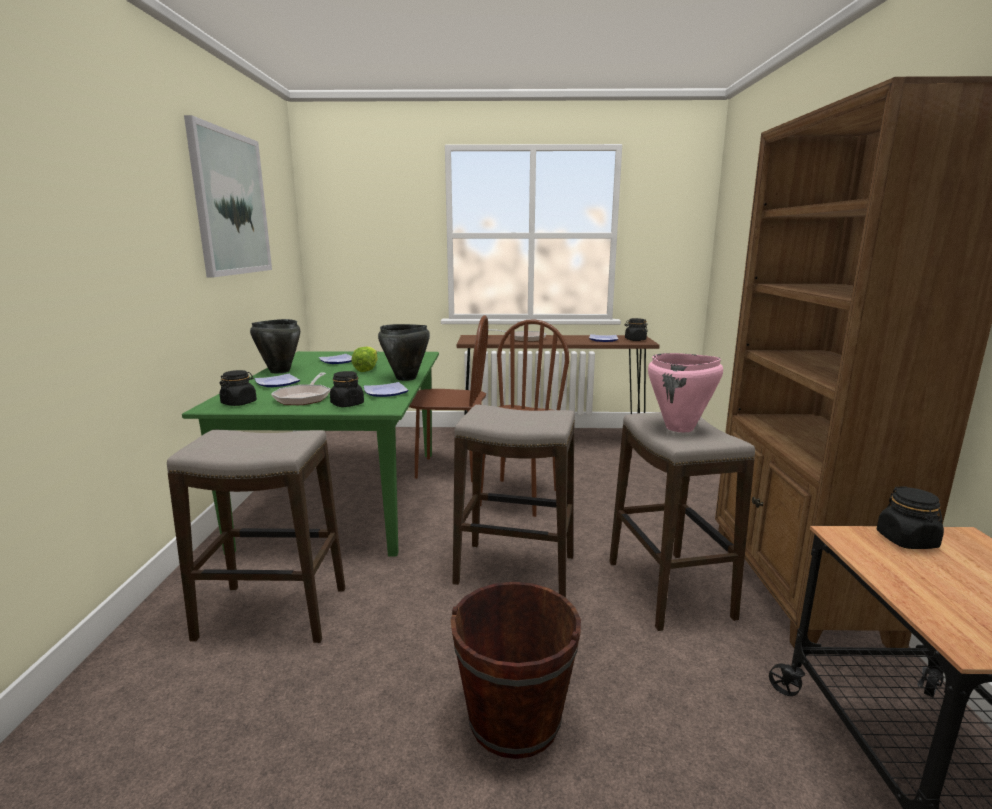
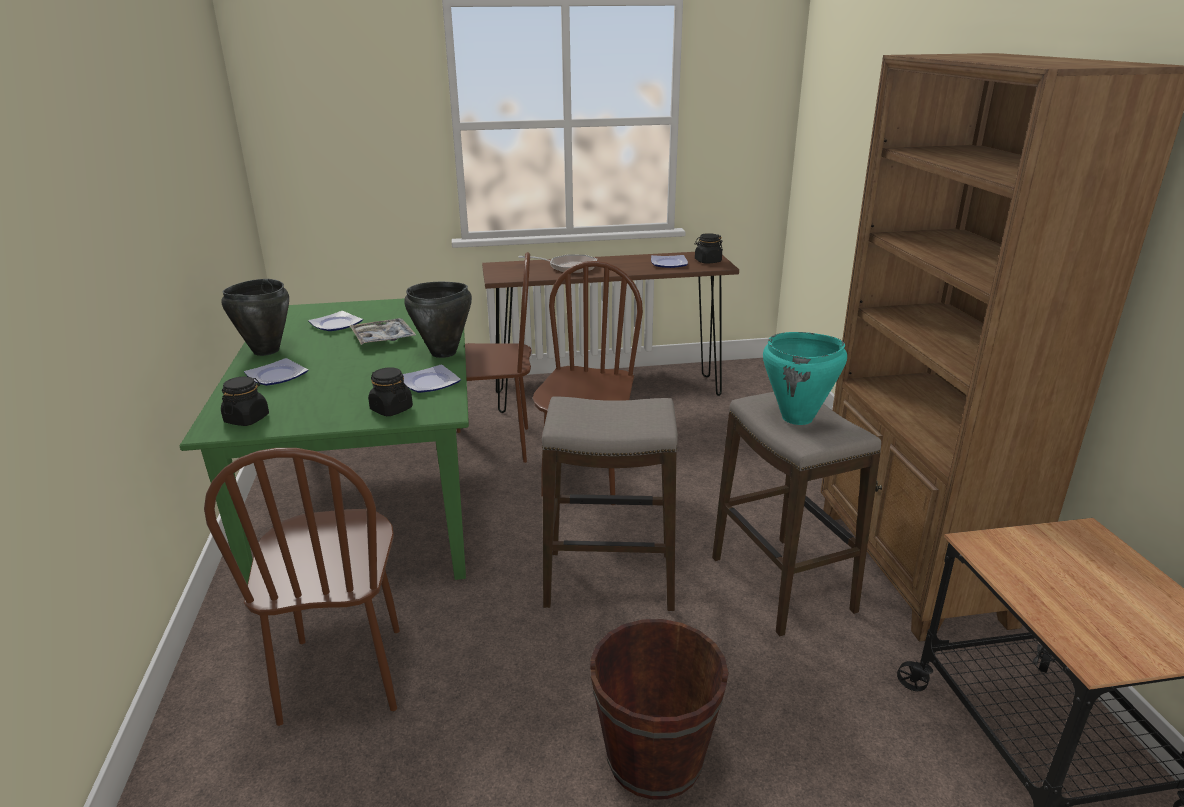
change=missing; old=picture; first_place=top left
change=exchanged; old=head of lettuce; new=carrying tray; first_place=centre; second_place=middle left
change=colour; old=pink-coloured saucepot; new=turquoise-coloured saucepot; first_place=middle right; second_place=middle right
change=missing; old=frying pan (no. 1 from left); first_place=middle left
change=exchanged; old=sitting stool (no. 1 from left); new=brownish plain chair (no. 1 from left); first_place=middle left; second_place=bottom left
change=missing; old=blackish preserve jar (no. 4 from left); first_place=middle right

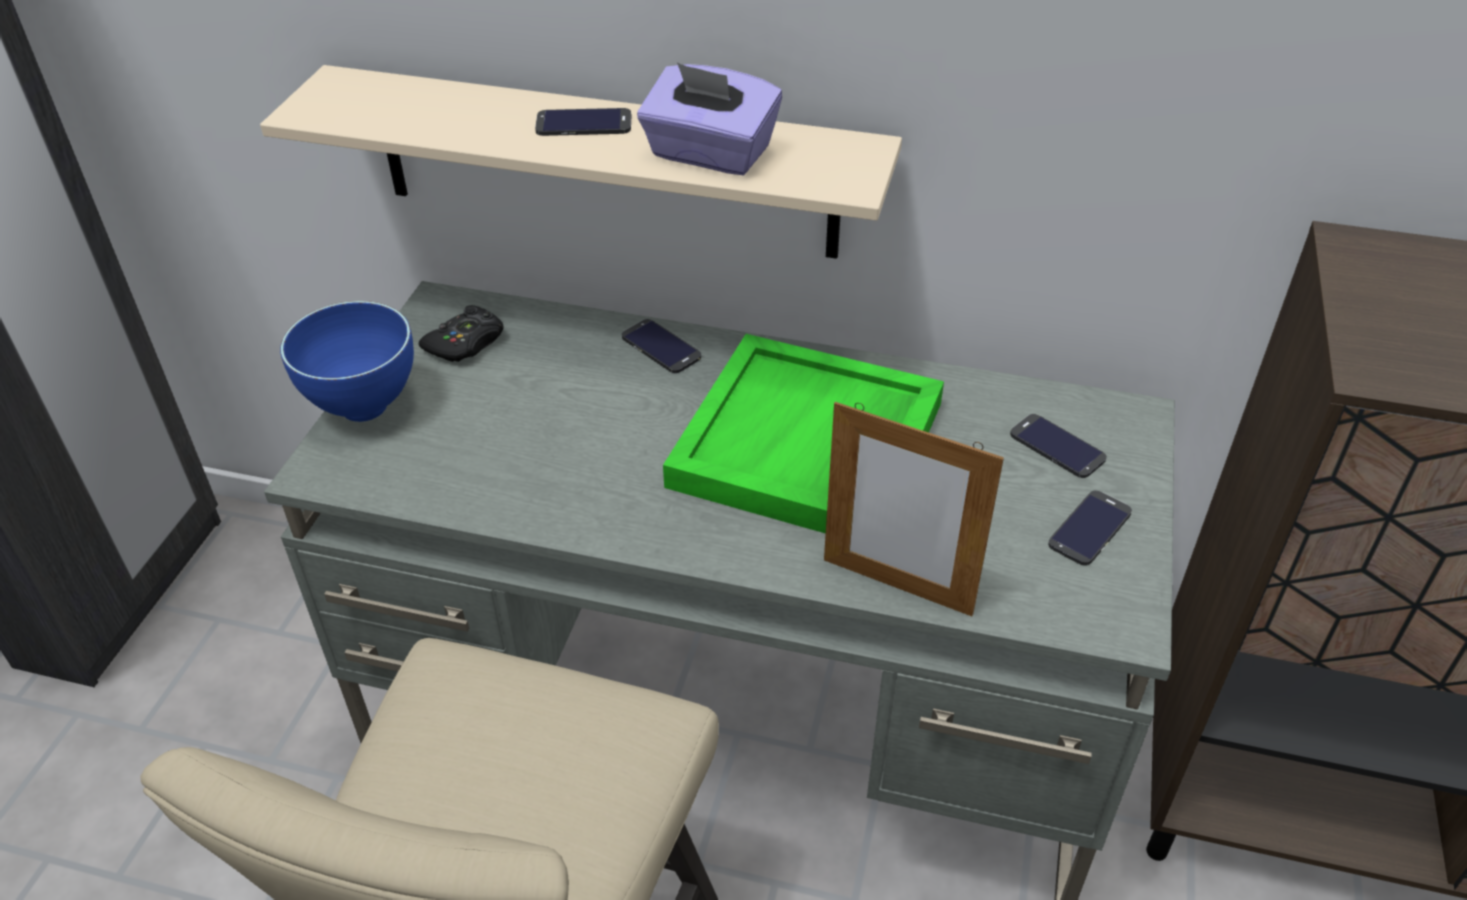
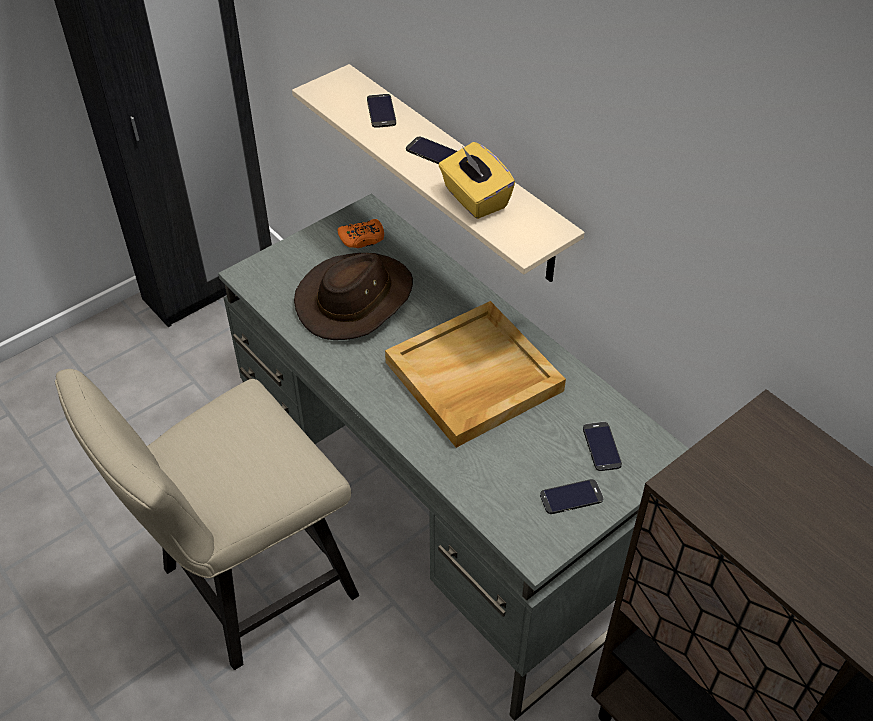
change=colour; old=purplish tissue box; new=yellowish tissue box; first_place=top centre; second_place=top centre
change=missing; old=blue bowl; first_place=middle left
change=colour; old=blackish joypad; new=orange-coloured joypad; first_place=middle left; second_place=top centre
change=relocated; old=phone (no. 2 from left in the first image); new=phone (no. 1 from left); first_place=centre; second_place=top centre
change=colour; old=greenish carrying tray; new=beige-coloured carrying tray; first_place=centre; second_place=centre
change=missing; old=photo frame; first_place=centre
change=appeared; new=brownish hat; second_place=centre

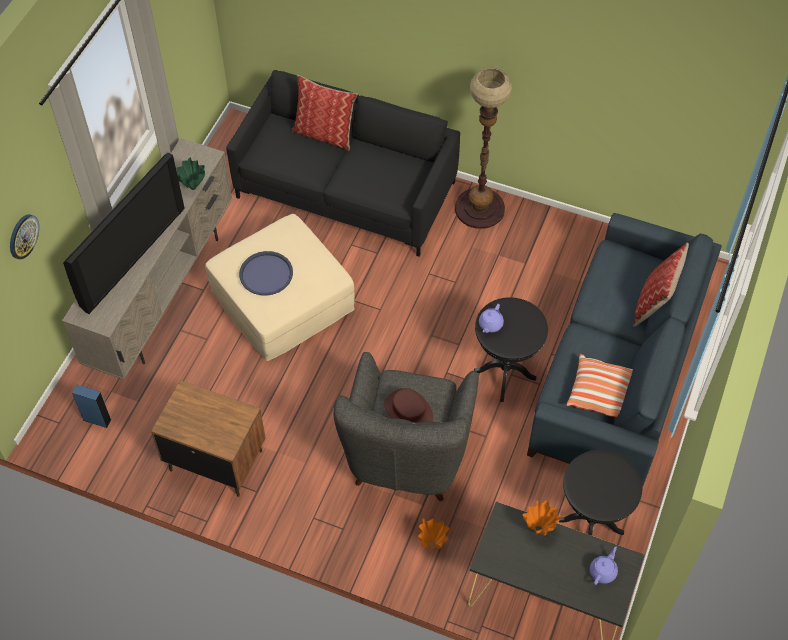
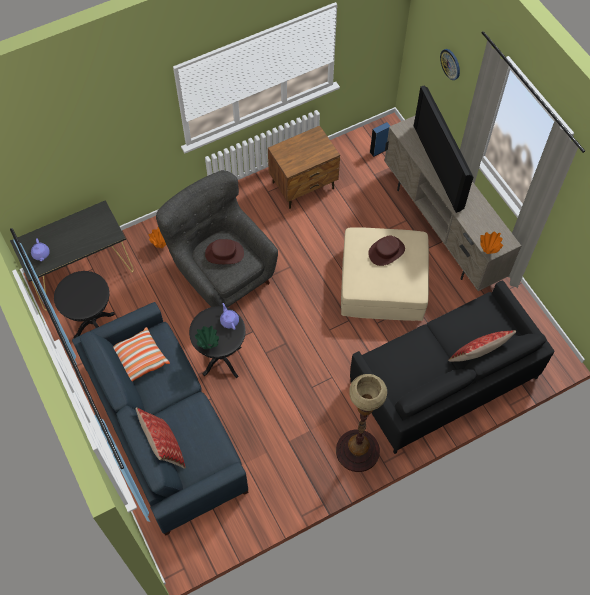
change=relocated; old=greenish flower vase; first_place=top left; second_place=centre
change=exchanged; old=blue carrying tray; new=brownish hat (no. 2 from left); first_place=centre; second_place=centre
change=relocated; old=orange-coloured flower vase (no. 2 from left); first_place=bottom right; second_place=middle right

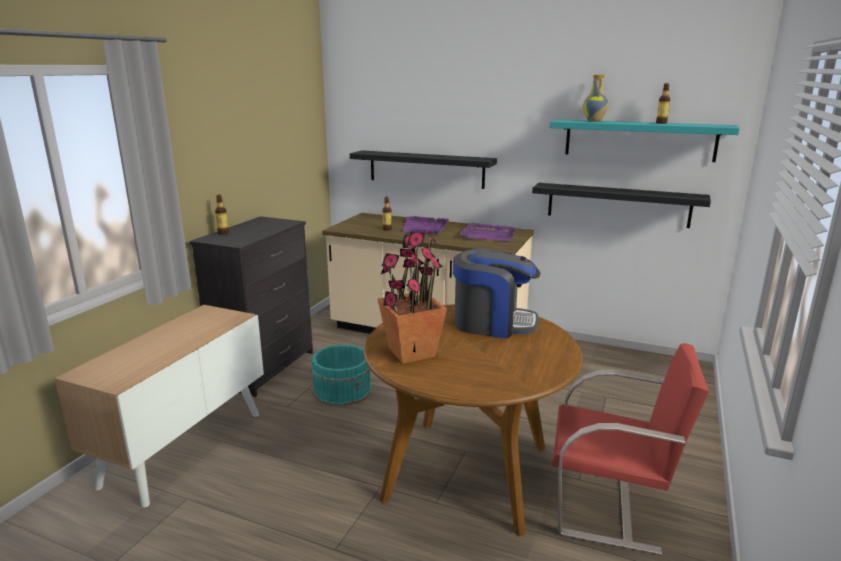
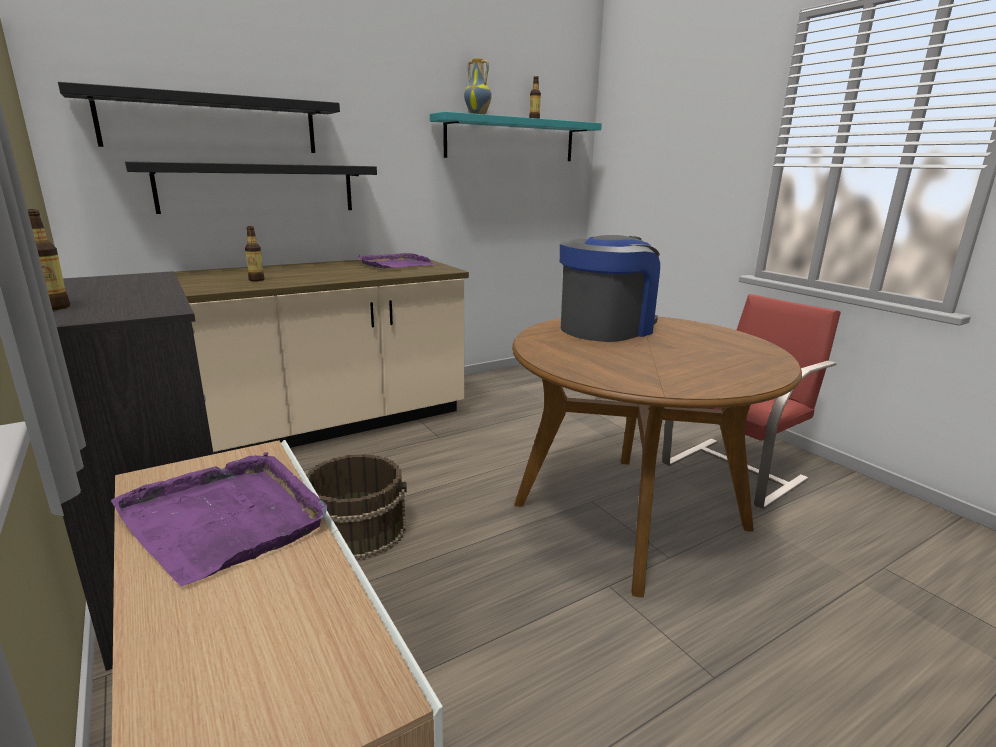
change=relocated; old=blackish wall shelf (no. 2 from left in the first image); new=blackish wall shelf (no. 1 from left); first_place=middle right; second_place=top left
change=relocated; old=purplish carrying tray (no. 1 from left); first_place=centre; second_place=bottom left
change=missing; old=potted plant; first_place=centre
change=colour; old=turquoise-coloured bucket; new=brownish bucket; first_place=bottom centre; second_place=bottom centre

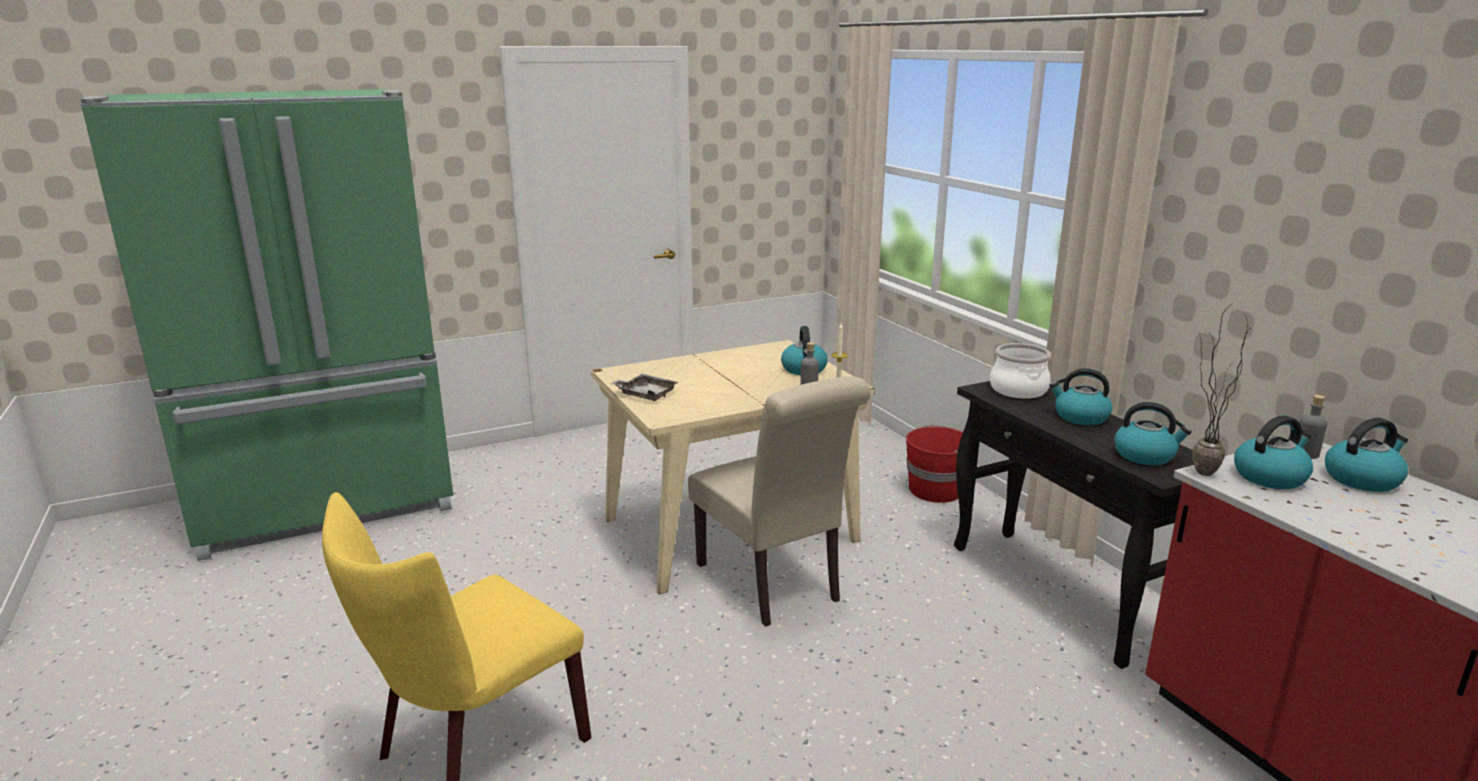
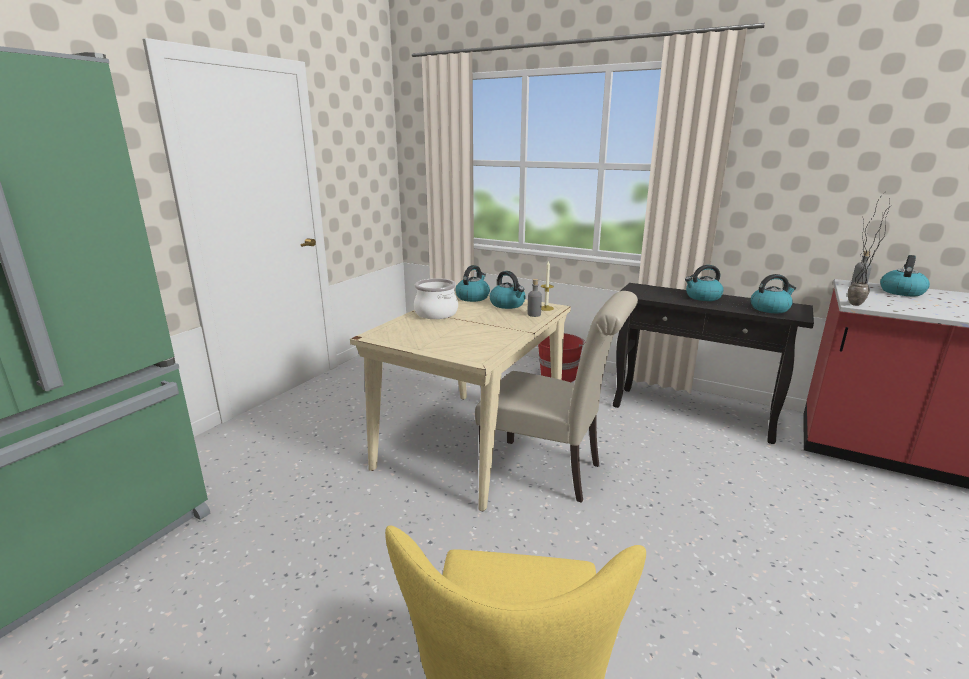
change=relocated; old=saucepot; first_place=middle right; second_place=centre
change=missing; old=gray carrying tray; first_place=centre
change=relocated; old=tea kettle (no. 4 from left in the first image); new=tea kettle (no. 1 from left); first_place=middle right; second_place=centre

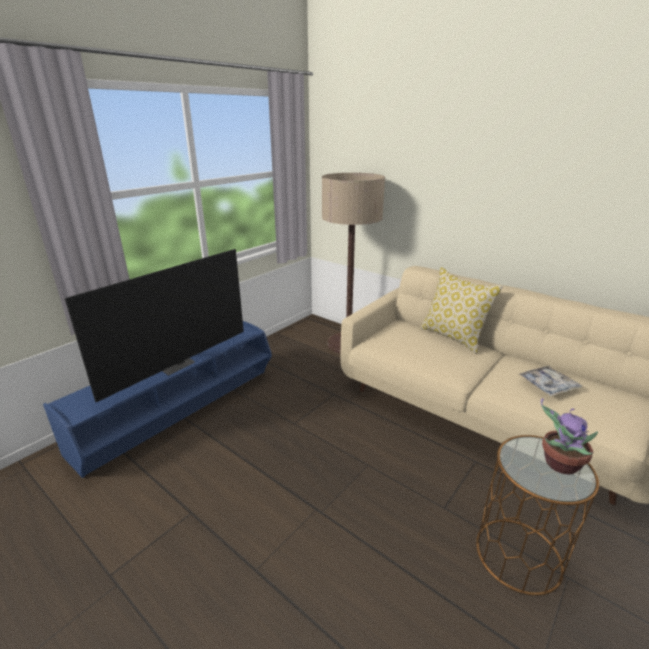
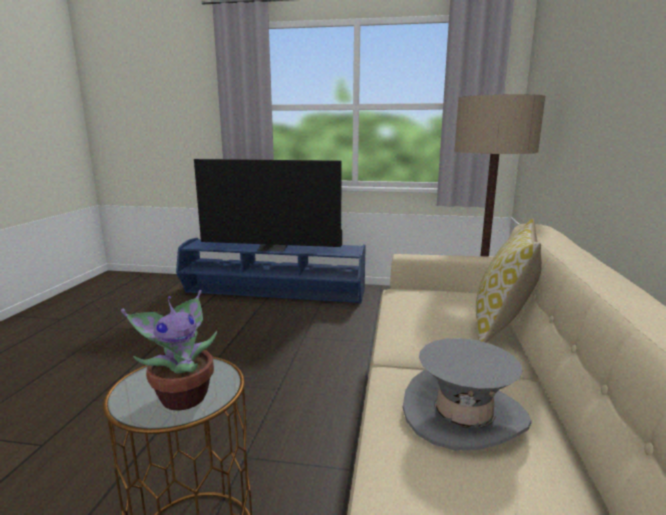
change=exchanged; old=carrying tray; new=gray hat; first_place=middle right; second_place=bottom right

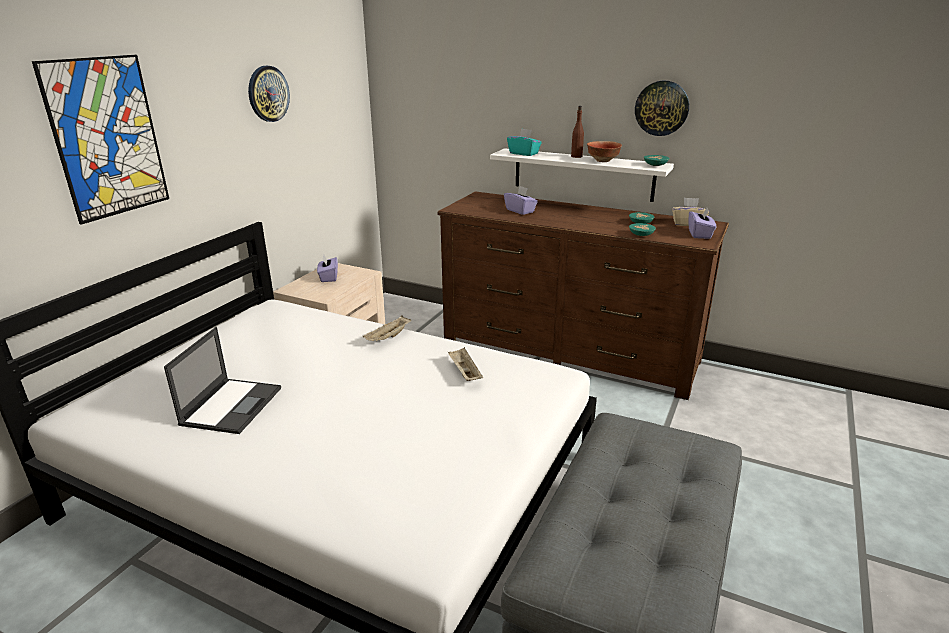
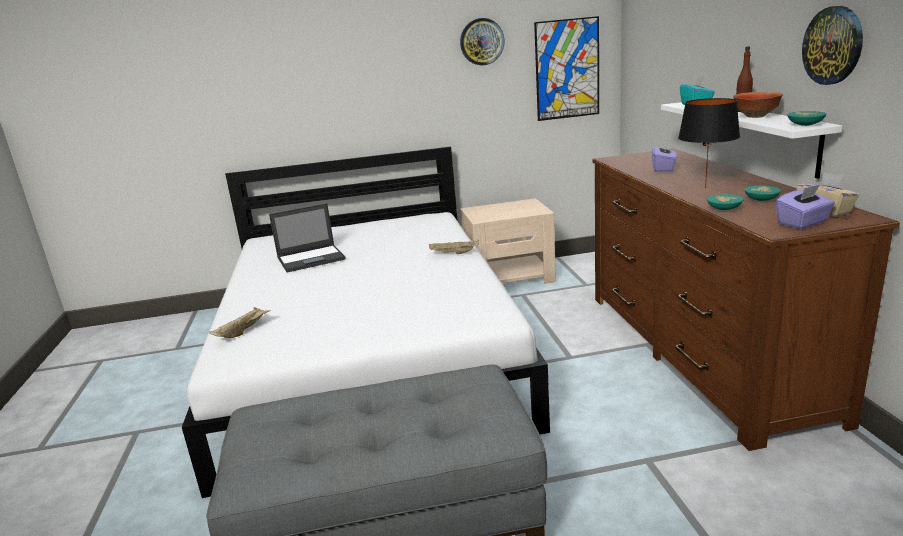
change=relocated; old=picture; first_place=top left; second_place=top centre
change=missing; old=purplish tissue box (no. 1 from left); first_place=centre
change=relocated; old=beige-coloured carrying tray (no. 2 from left in the first image); new=beige-coloured carrying tray (no. 1 from left); first_place=centre; second_place=middle left
change=appeared; new=blackish table lamp; second_place=top right

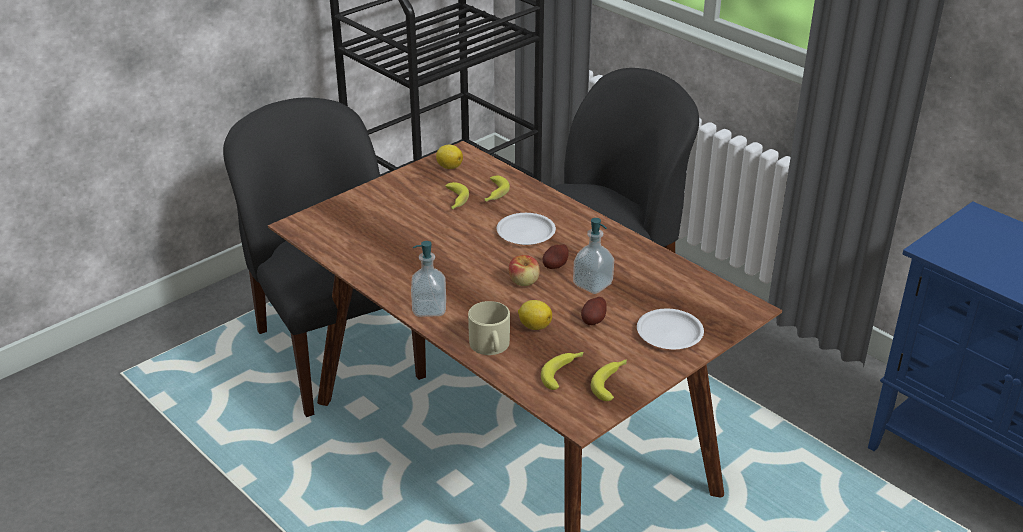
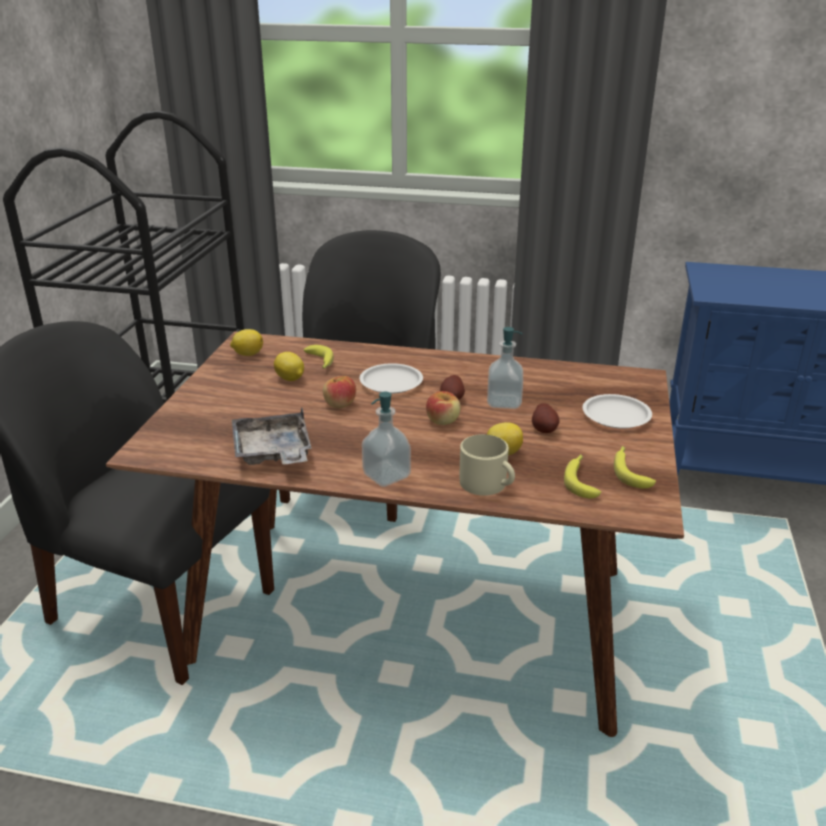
change=exchanged; old=banana (no. 1 from left); new=lemon (no. 2 from left); first_place=centre; second_place=centre
change=appeared; new=whole apple (no. 1 from left); second_place=centre
change=appeared; new=gray carrying tray; second_place=middle left

